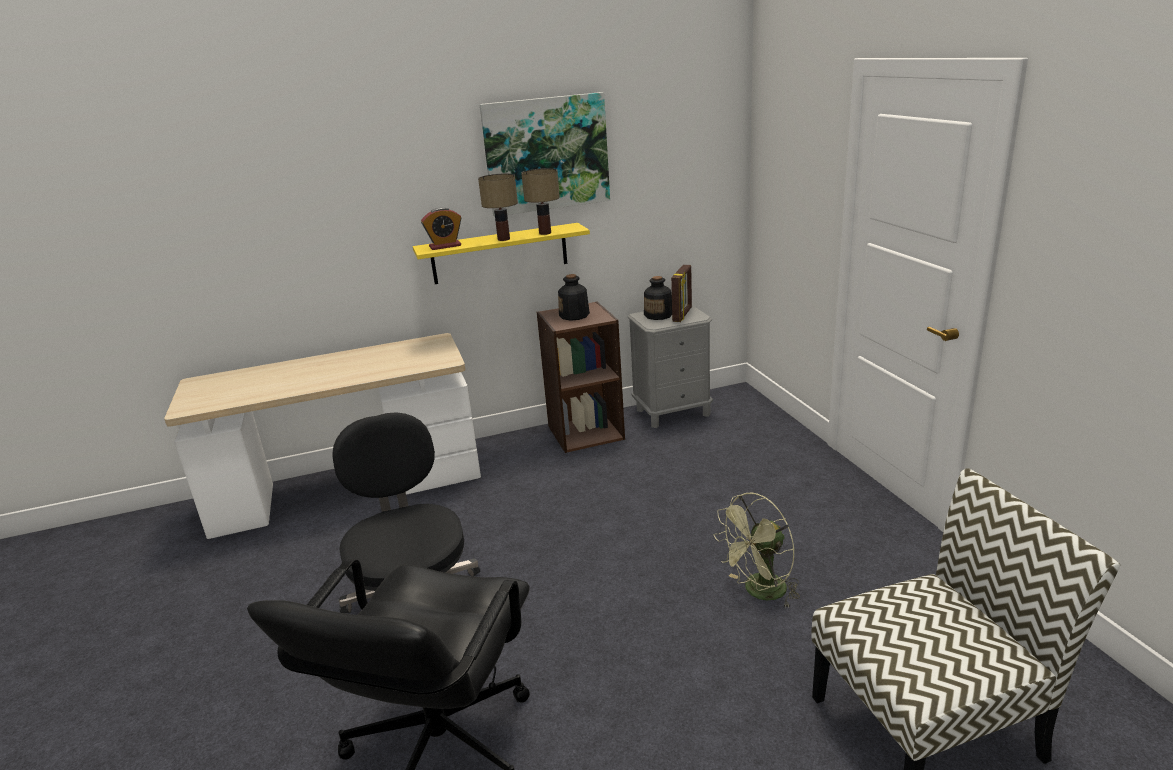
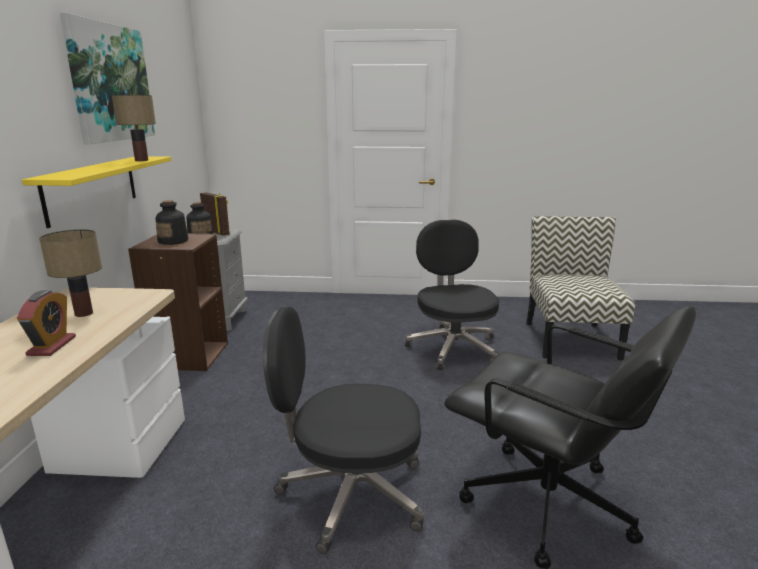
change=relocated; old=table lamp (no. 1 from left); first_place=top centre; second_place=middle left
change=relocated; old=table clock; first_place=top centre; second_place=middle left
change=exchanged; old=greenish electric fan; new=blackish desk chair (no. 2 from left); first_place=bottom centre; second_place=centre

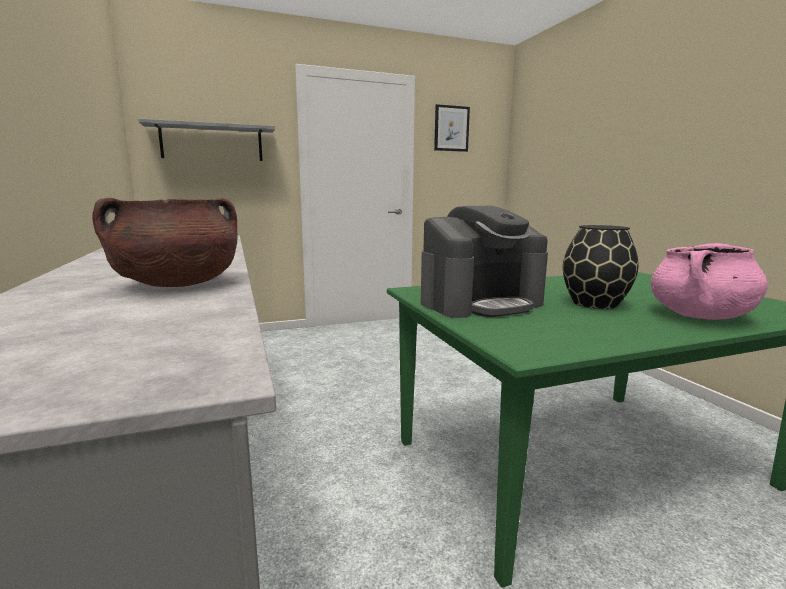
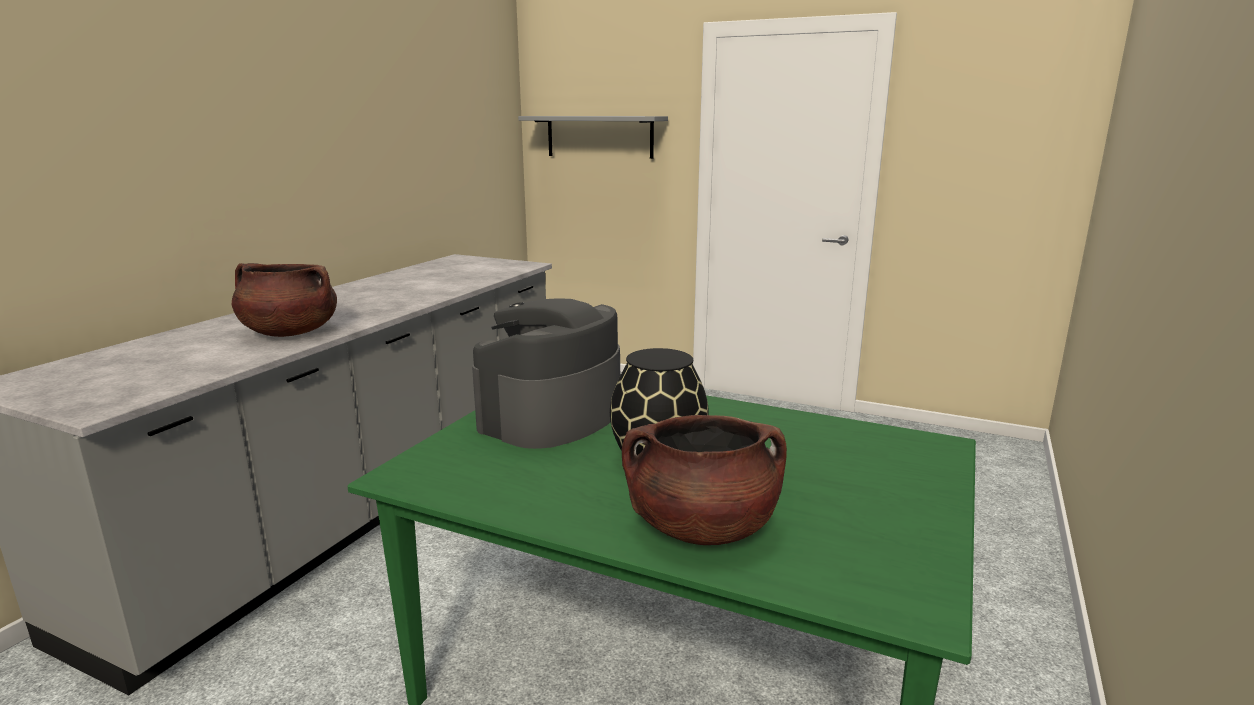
change=missing; old=picture; first_place=top centre
change=spun; old=coffee machine; first_place=centre; second_place=centre; degrees=105
change=colour; old=pink-coloured saucepot; new=brownish saucepot (no. 2 from left); first_place=middle right; second_place=bottom centre

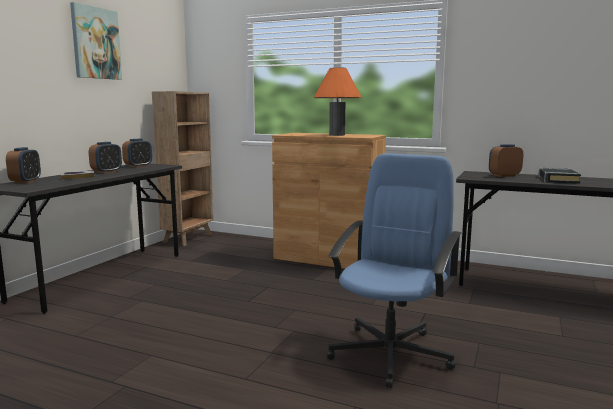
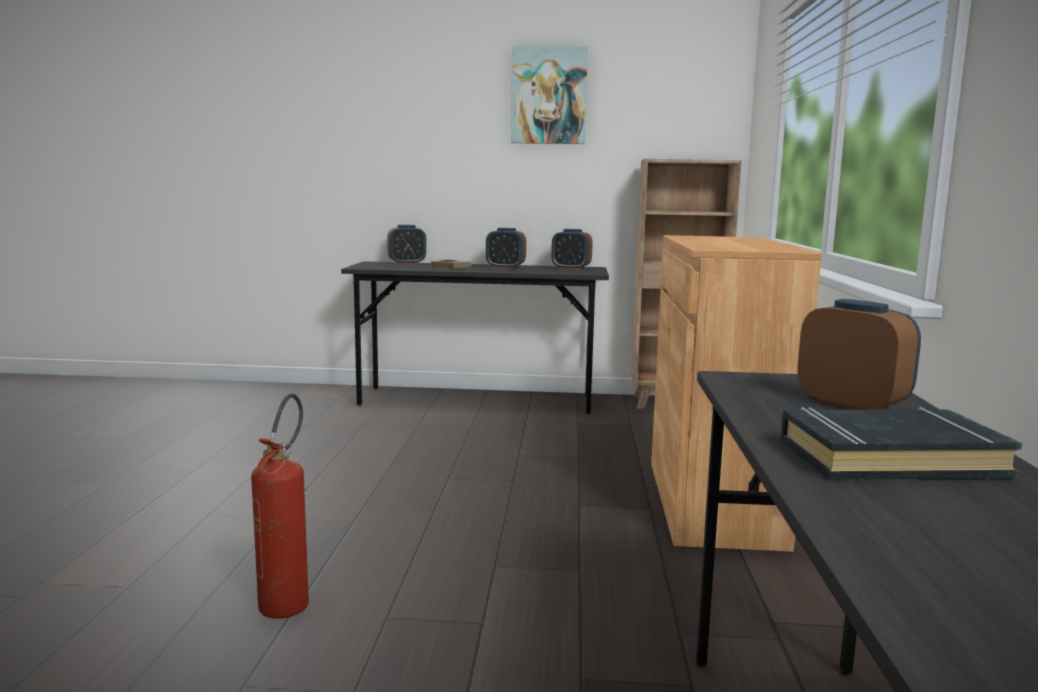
change=missing; old=orange-coloured table lamp; first_place=top centre
change=exchanged; old=blue desk chair; new=extinguisher; first_place=centre; second_place=bottom left

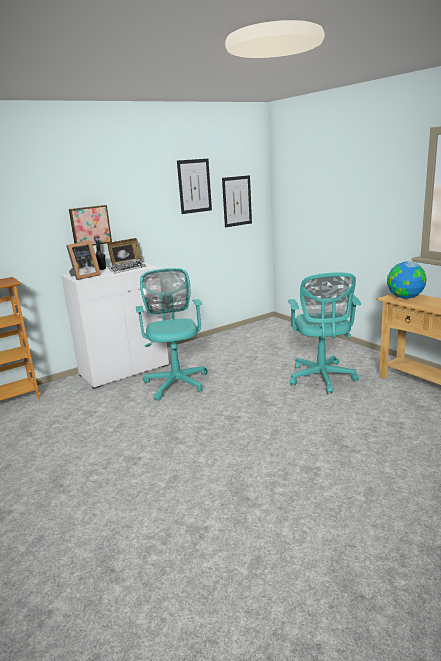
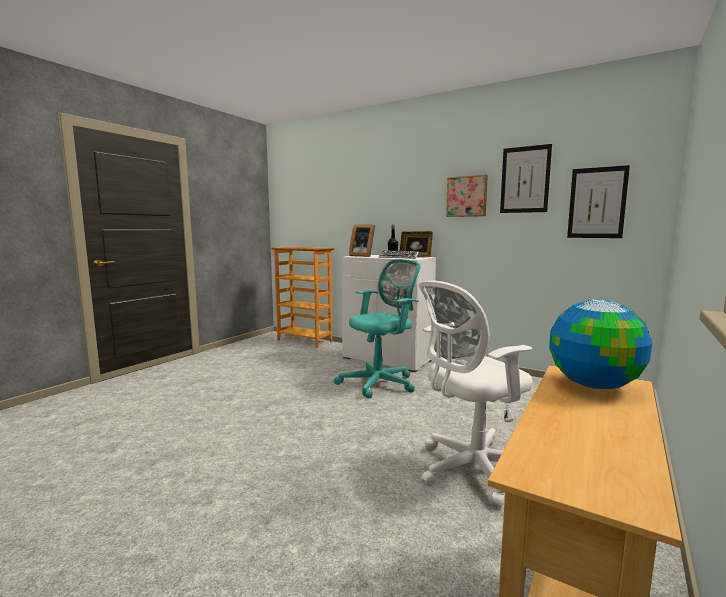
change=relocated; old=picture (no. 1 from left); first_place=middle left; second_place=top centre
change=colour; old=turquoise-coloured desk chair (no. 2 from left); new=whitish desk chair; first_place=middle right; second_place=centre

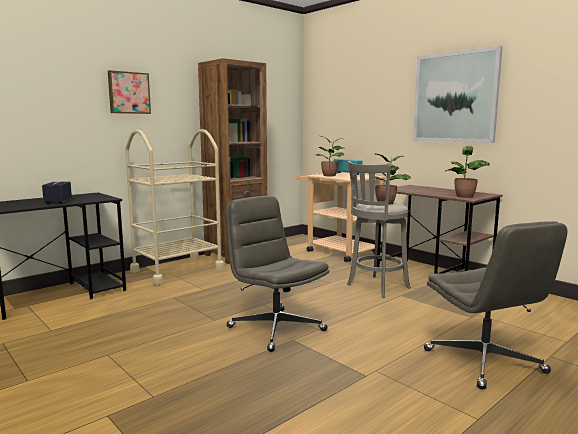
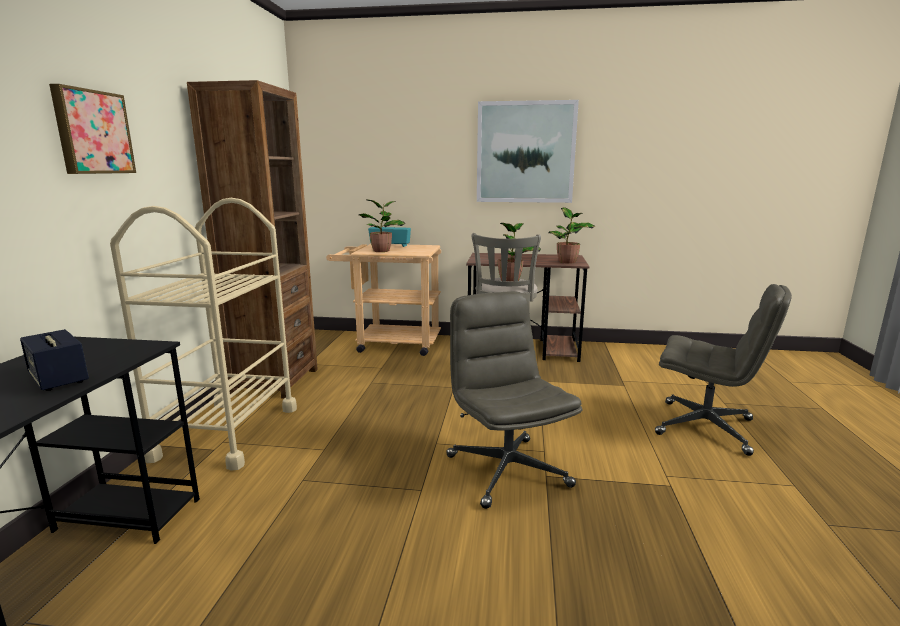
change=spun; old=gray desk chair (no. 1 from left); first_place=centre; second_place=centre; degrees=60

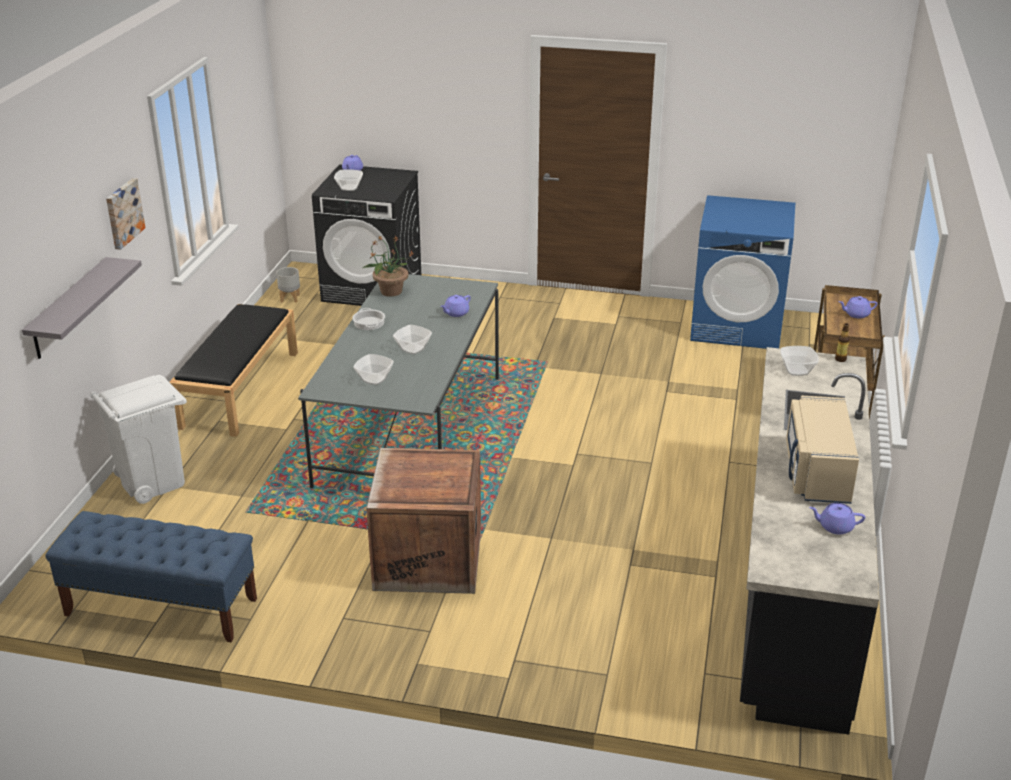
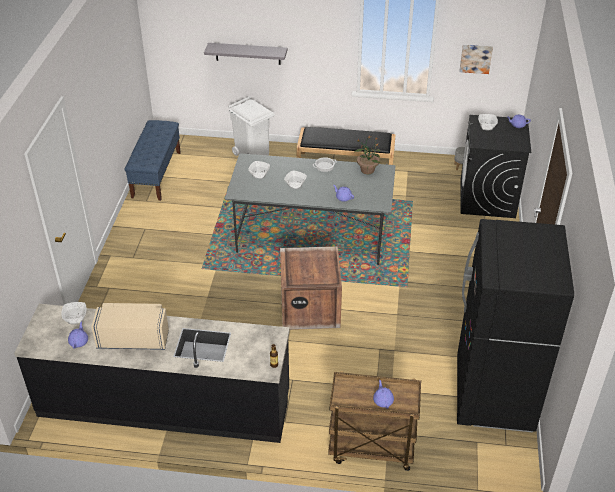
change=relocated; old=picture; first_place=top left; second_place=top right
change=exchanged; old=blue washing machine; new=blackish refrigerator; first_place=middle right; second_place=middle right
change=relocated; old=bowl (no. 4 from left in the first image); new=bowl (no. 1 from left); first_place=middle right; second_place=middle left
change=relocated; old=shipping crate; first_place=bottom centre; second_place=centre

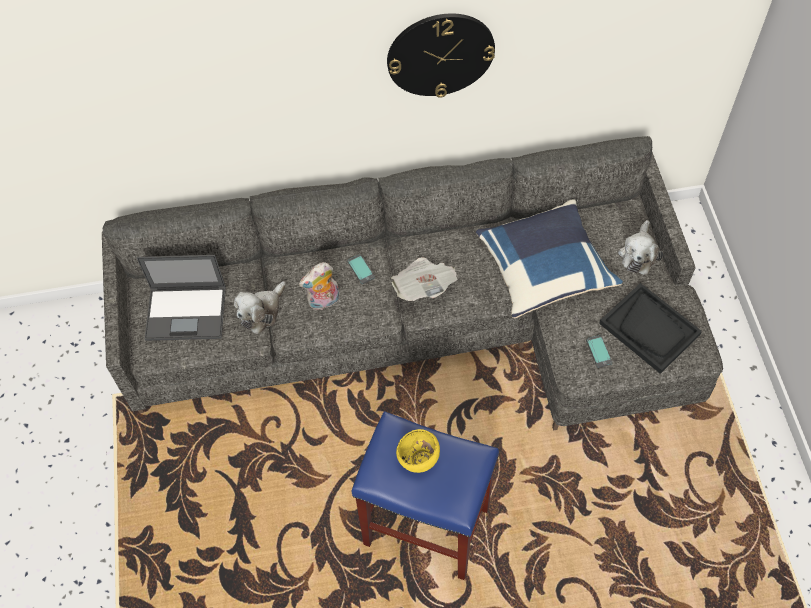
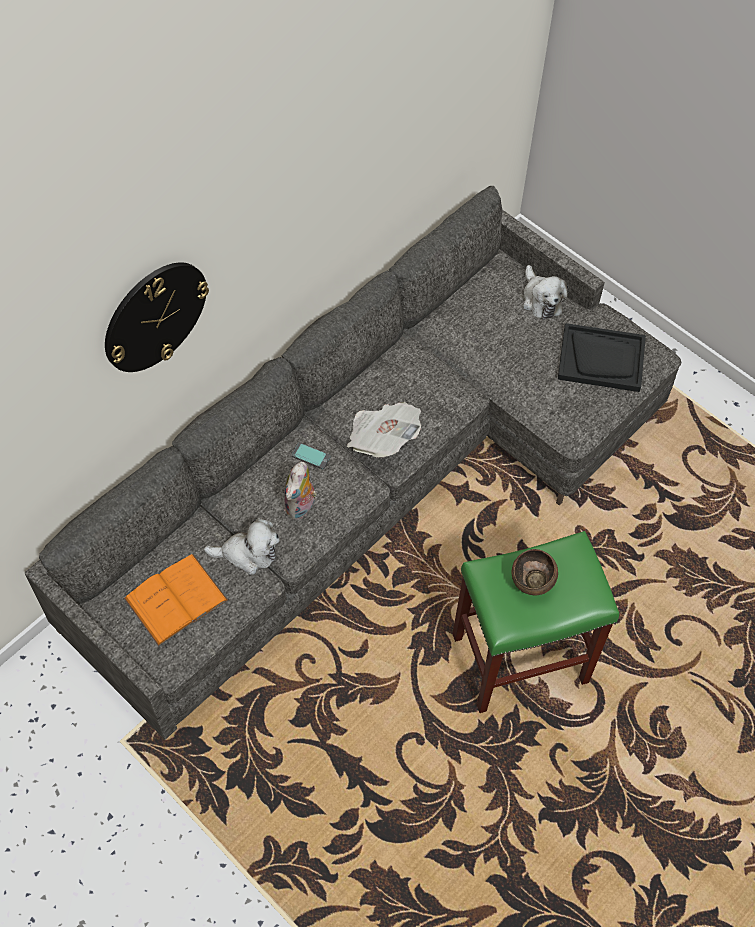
change=relocated; old=hanging clock; first_place=top centre; second_place=middle left
change=missing; old=blue cushion; first_place=middle right
change=exchanged; old=laptop; new=orange-coloured book; first_place=middle left; second_place=middle left
change=spun; old=soft toy (no. 1 from left); first_place=middle left; second_place=middle left; degrees=-90
change=missing; old=phone (no. 2 from left); first_place=middle right
change=colour; old=blue sitting stool; new=greenish sitting stool; first_place=bottom centre; second_place=bottom right
change=colour; old=yellowish bowl; new=brownish bowl; first_place=bottom centre; second_place=middle right

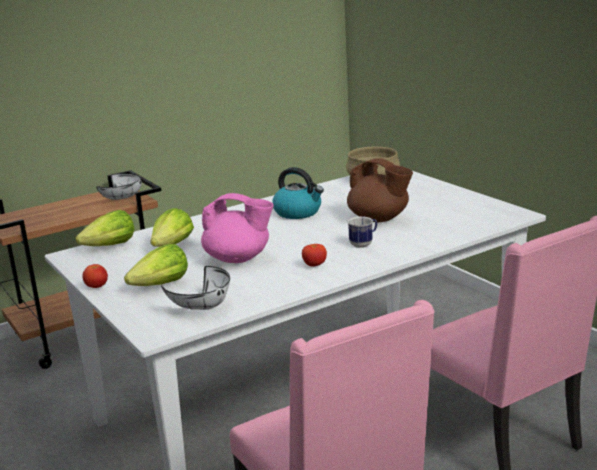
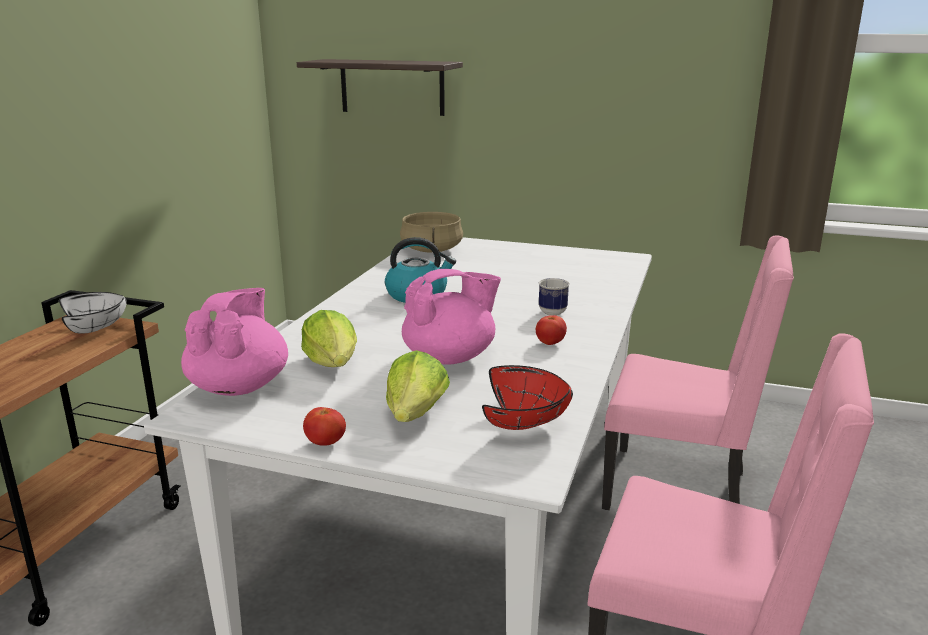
change=missing; old=brownish tea pot; first_place=centre
change=exchanged; old=head of lettuce (no. 1 from left); new=pink-coloured tea pot (no. 1 from left); first_place=middle left; second_place=middle left
change=colour; old=whitish bowl (no. 2 from left); new=red-coloured bowl; first_place=middle left; second_place=centre
change=appeared; new=wall shelf; second_place=top centre

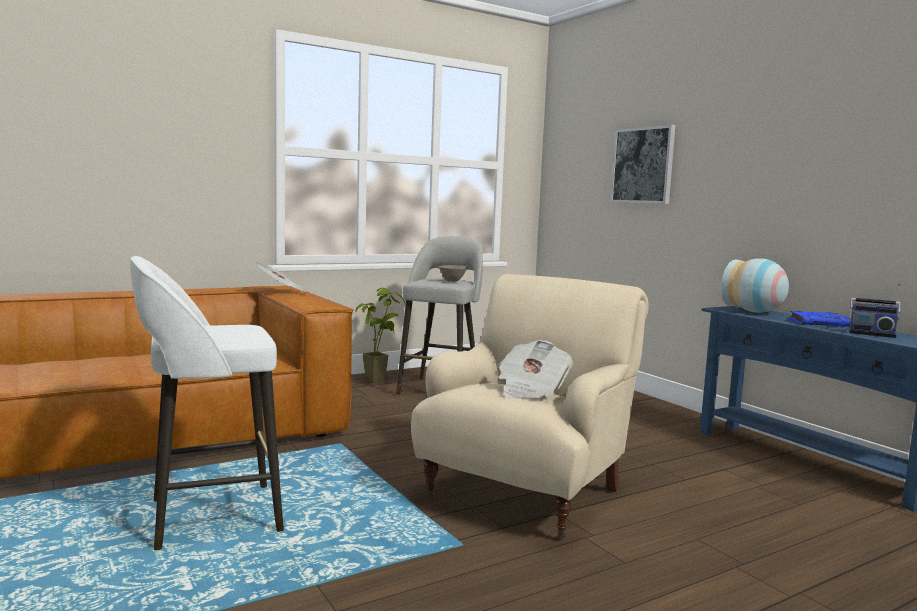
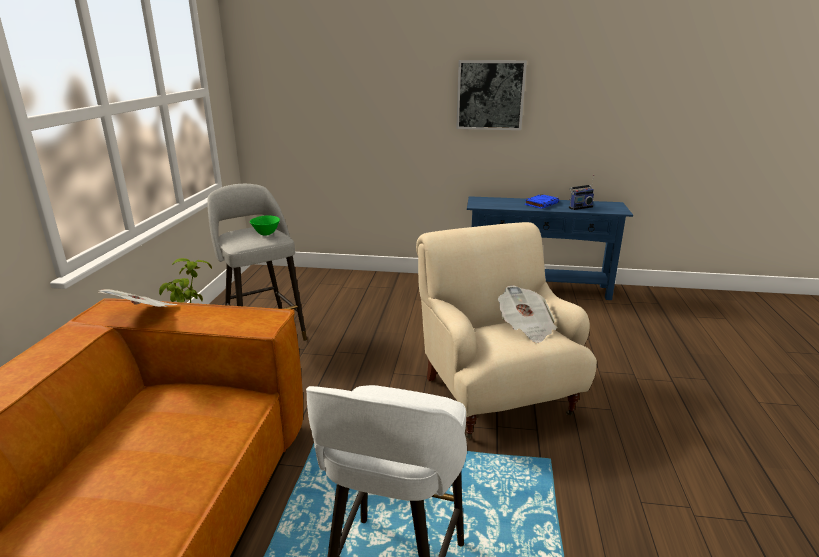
change=relocated; old=picture; first_place=top right; second_place=top centre
change=missing; old=flower vase; first_place=middle right
change=colour; old=gray bowl; new=greenish bowl; first_place=centre; second_place=middle left

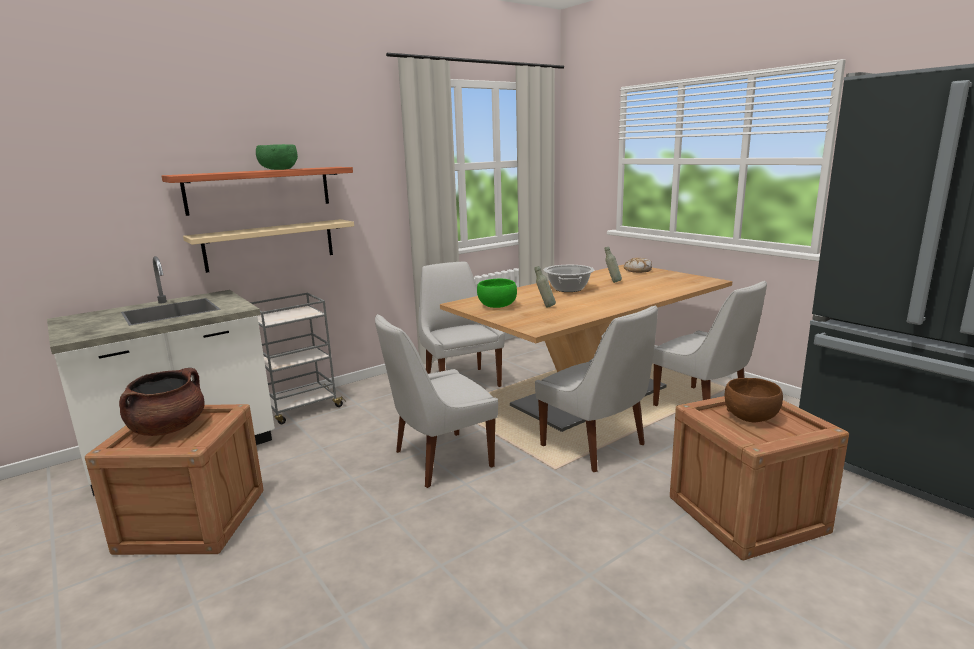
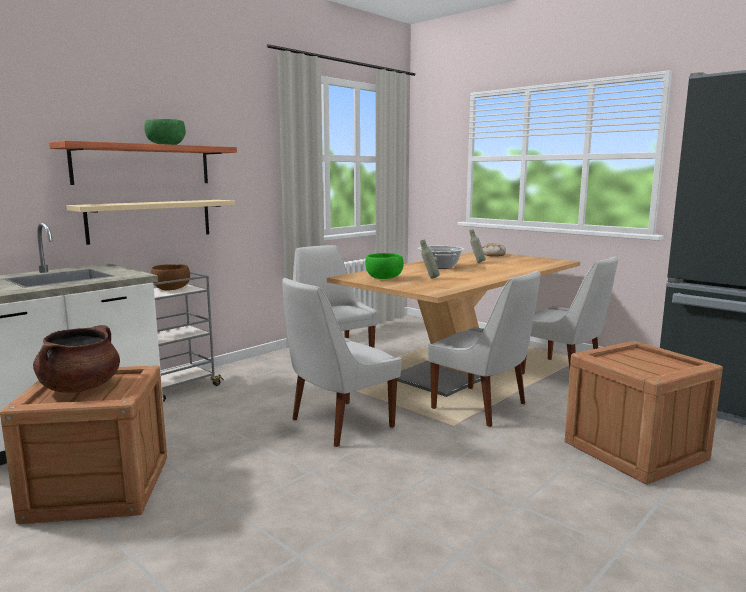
change=relocated; old=brownish bowl; first_place=middle right; second_place=middle left

